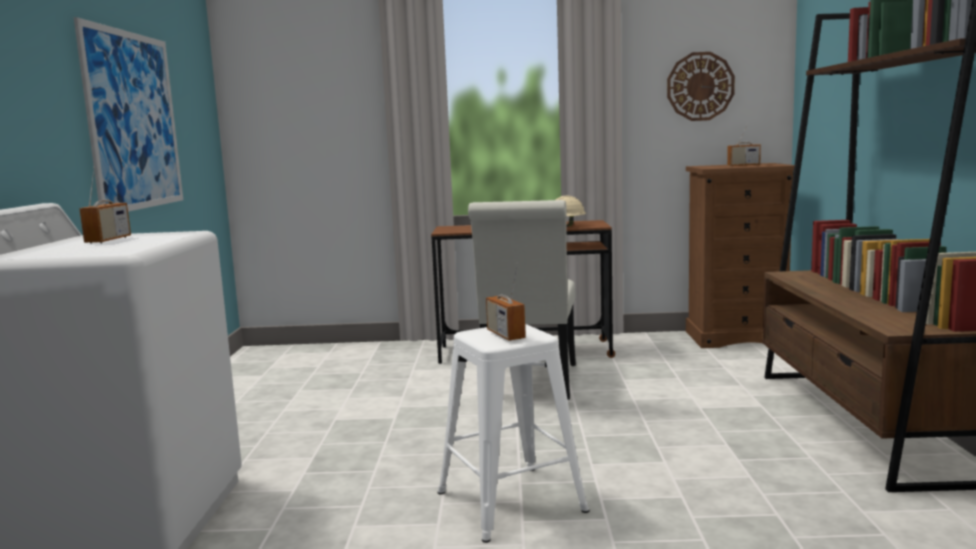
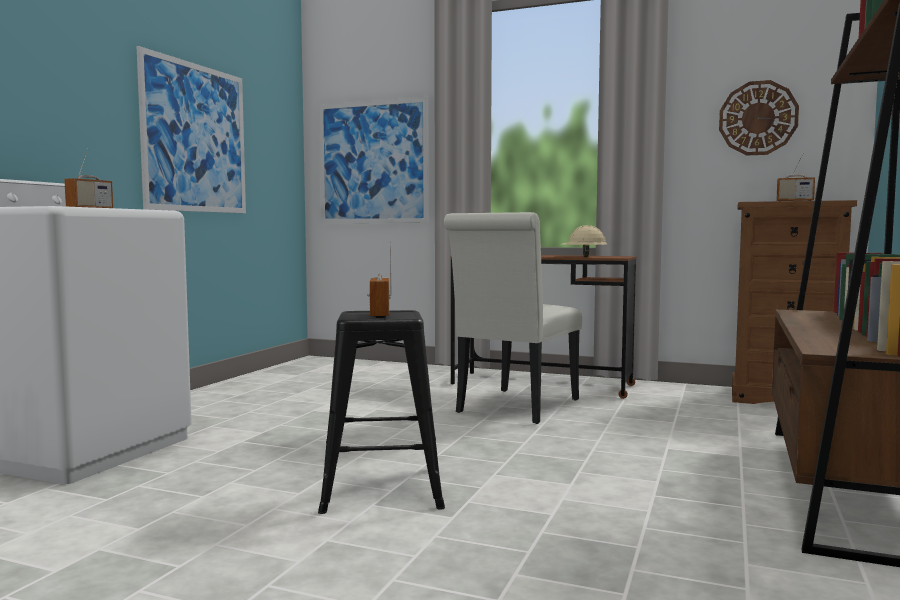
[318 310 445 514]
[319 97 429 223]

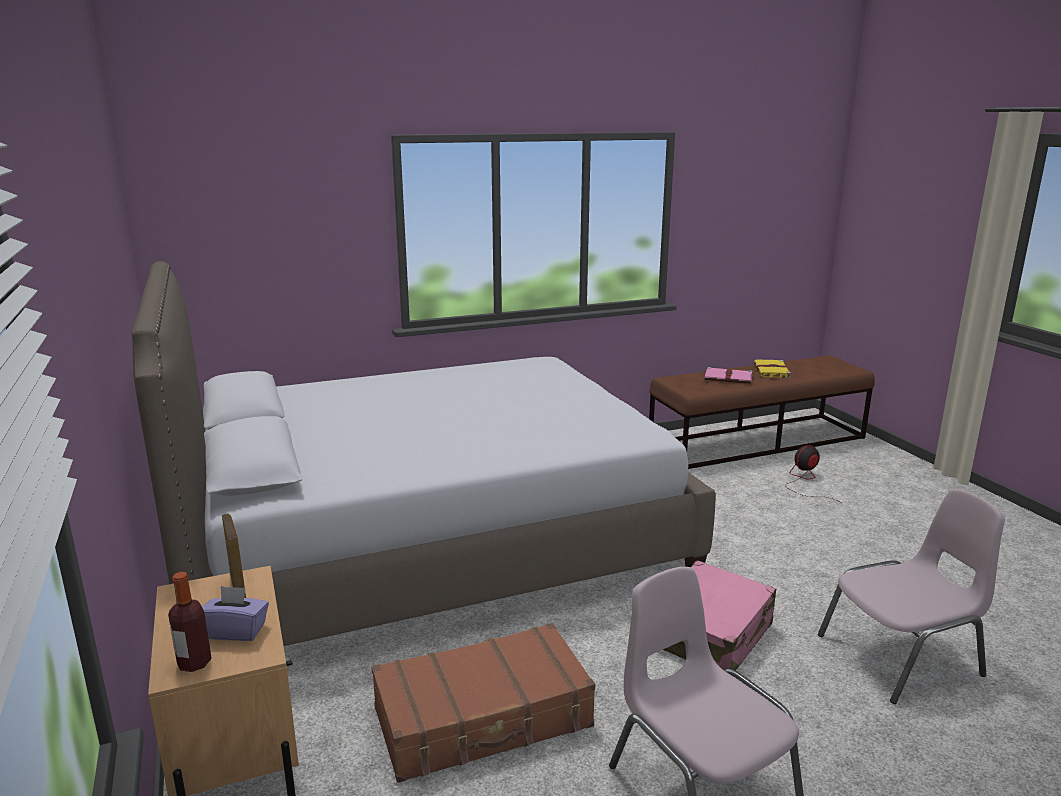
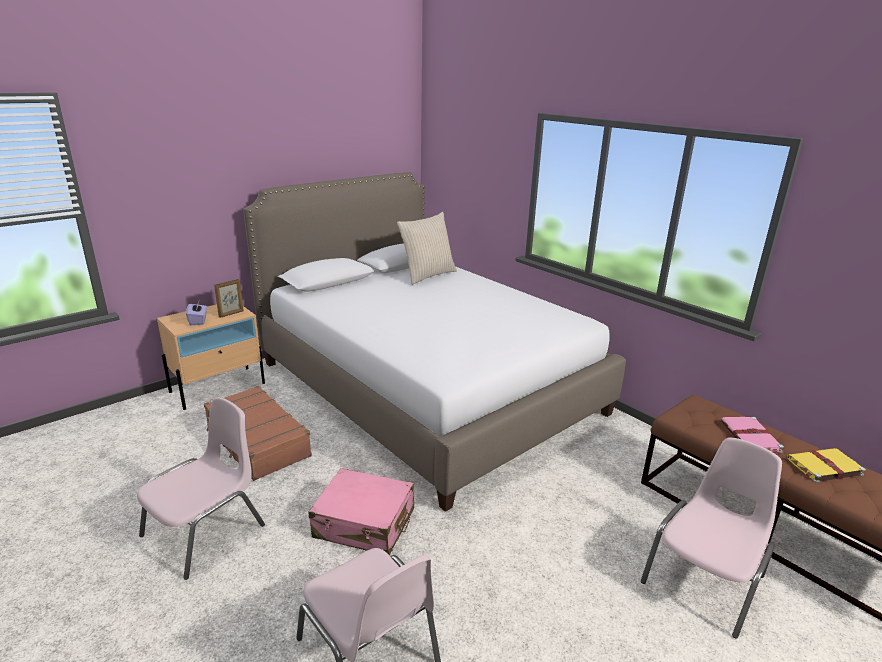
[168 572 212 672] (first image)
[641 437 782 639]
[397 212 457 285]

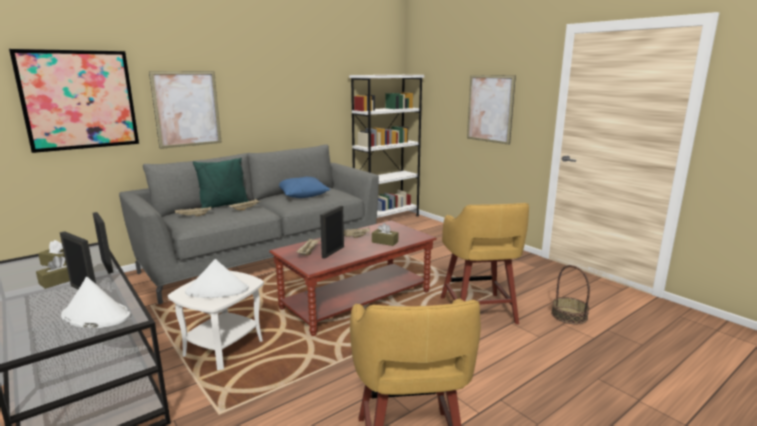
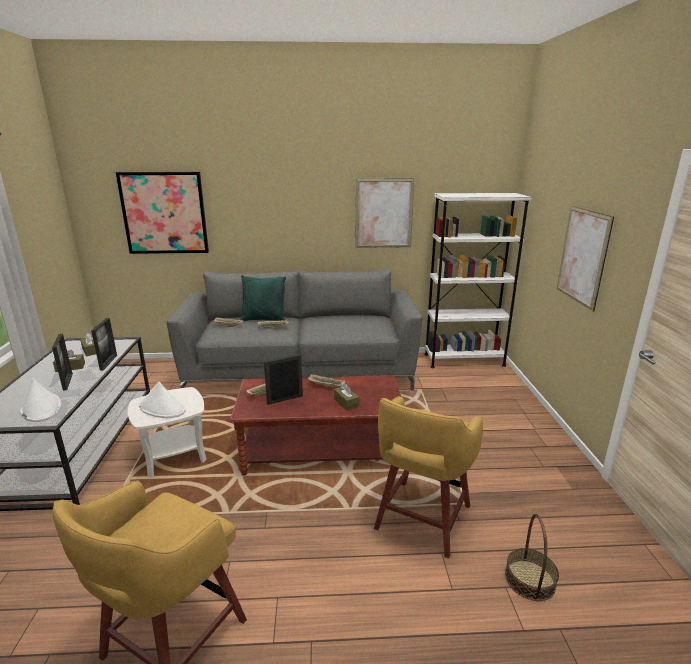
[355 178 415 248]
[279 176 330 198] (first image)

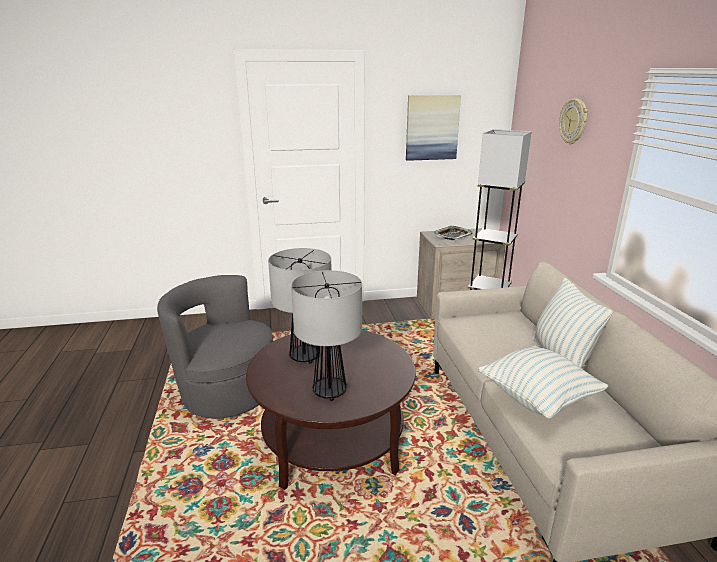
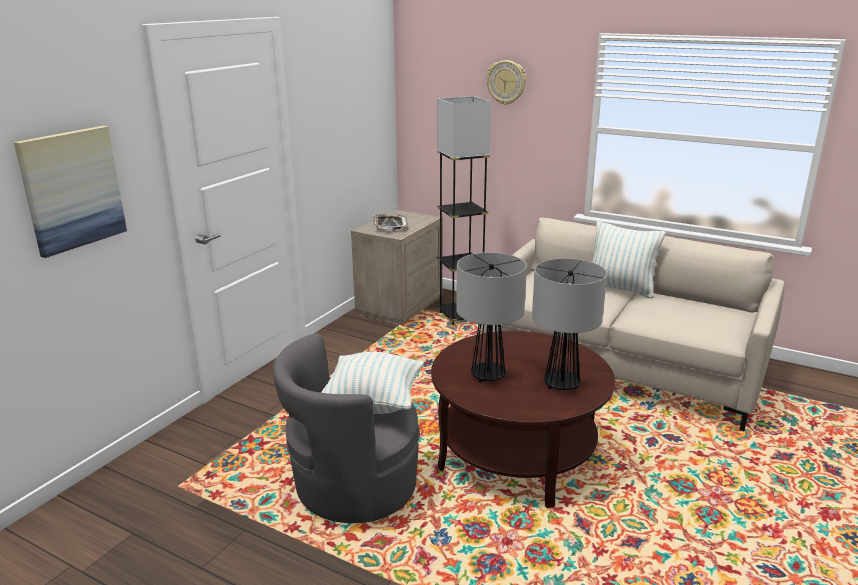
[14 126 127 258]
[321 352 424 414]

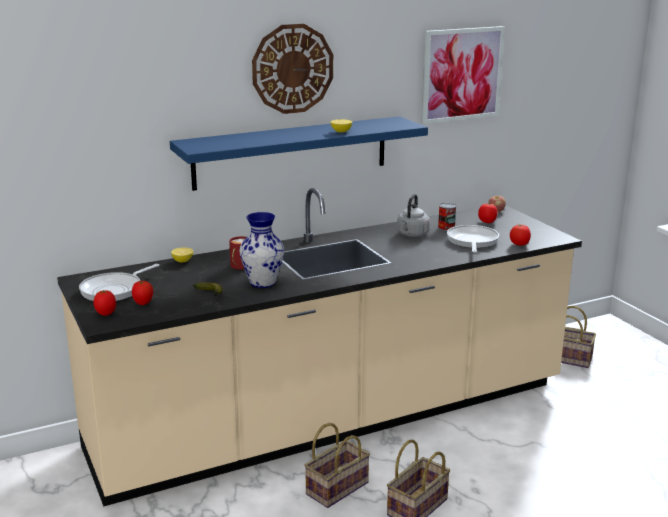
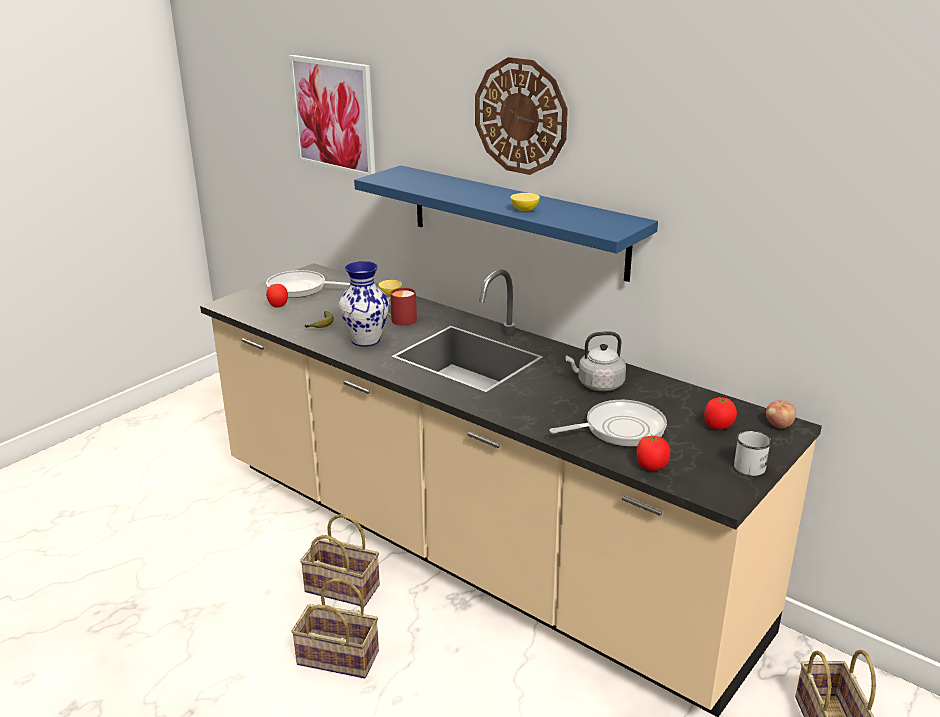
[93 290 116 316] (first image)
[289 55 375 177]
[438 203 456 231] (first image)
[734 431 772 476]

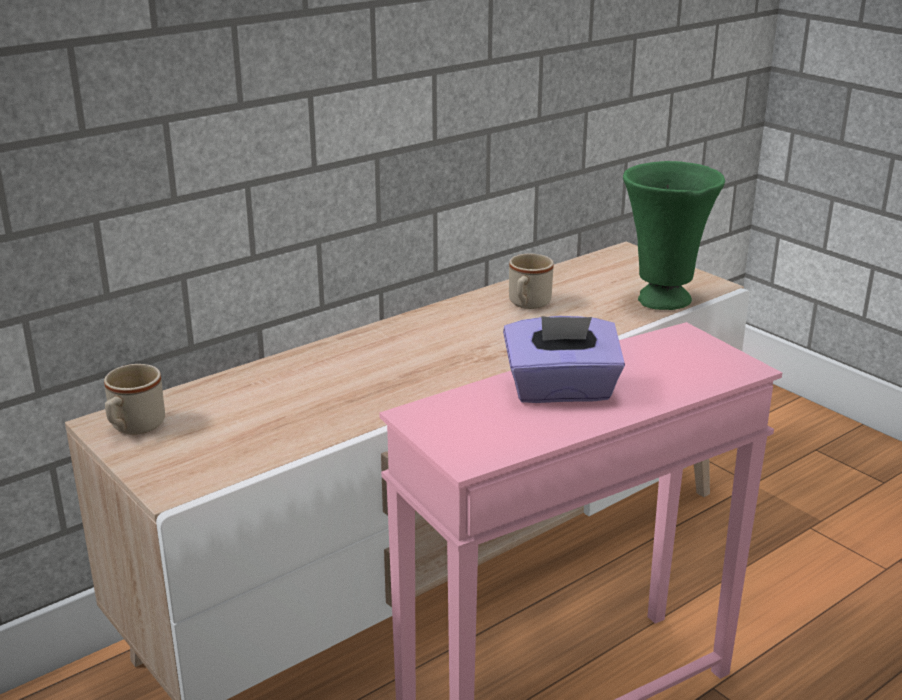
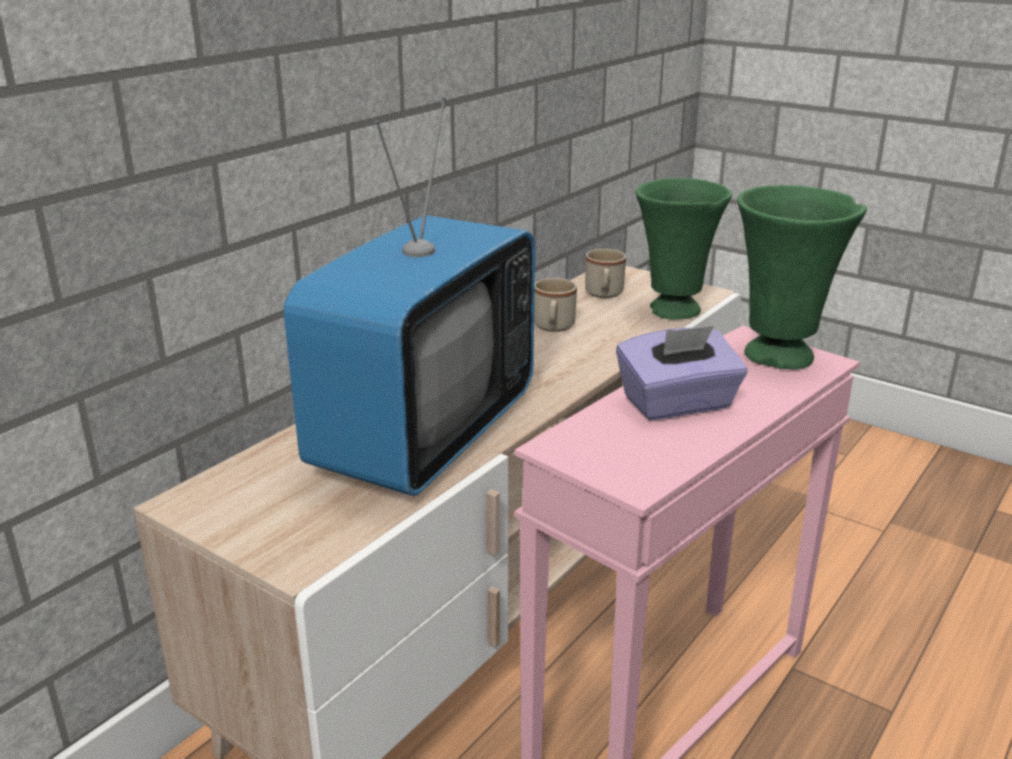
[585 249 626 298]
[283 97 535 496]
[737 185 867 369]

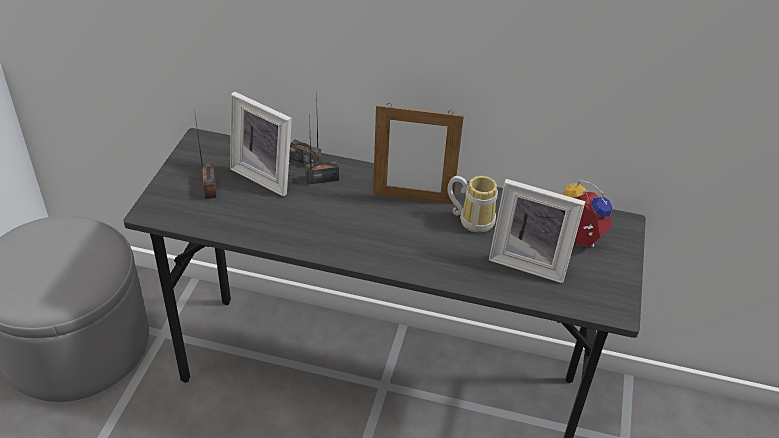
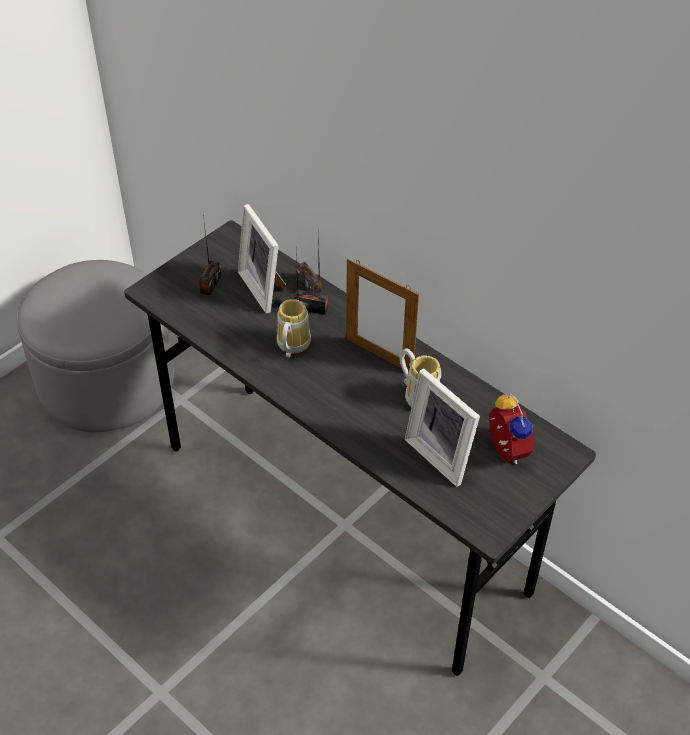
[277 299 311 358]

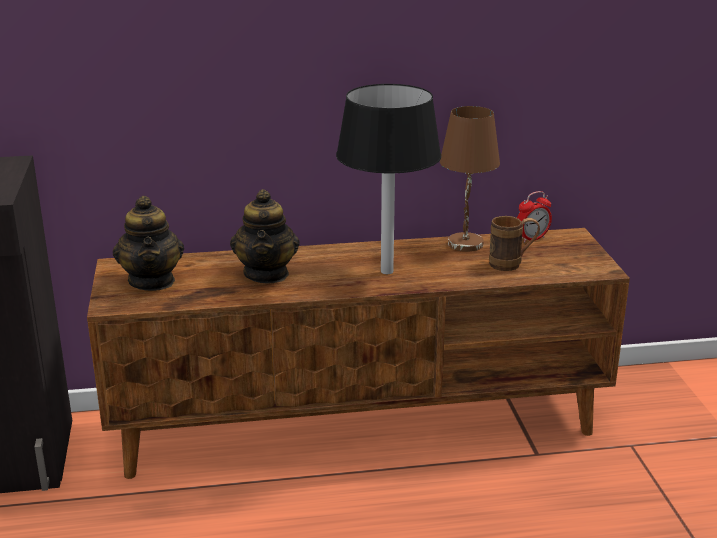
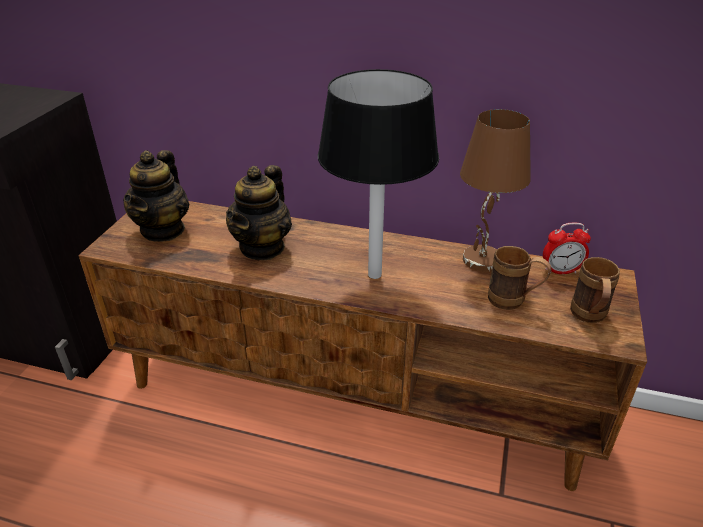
[570 257 620 323]

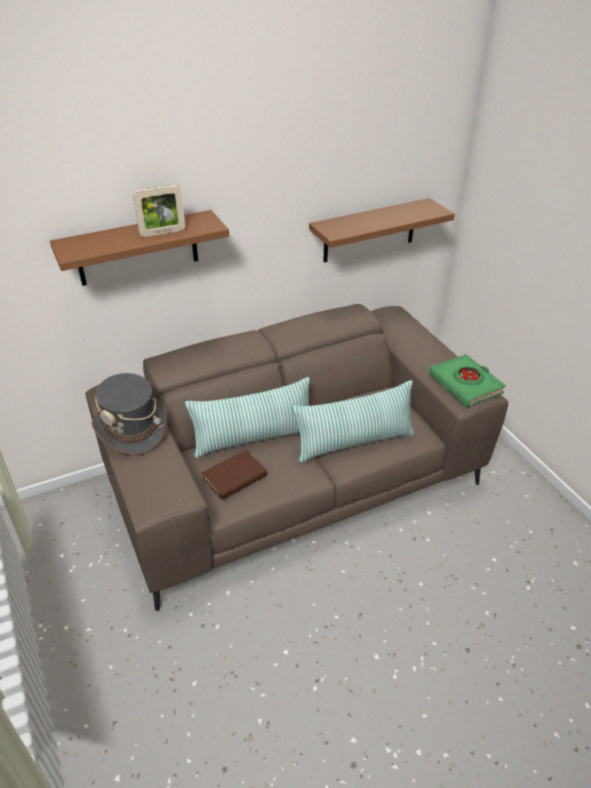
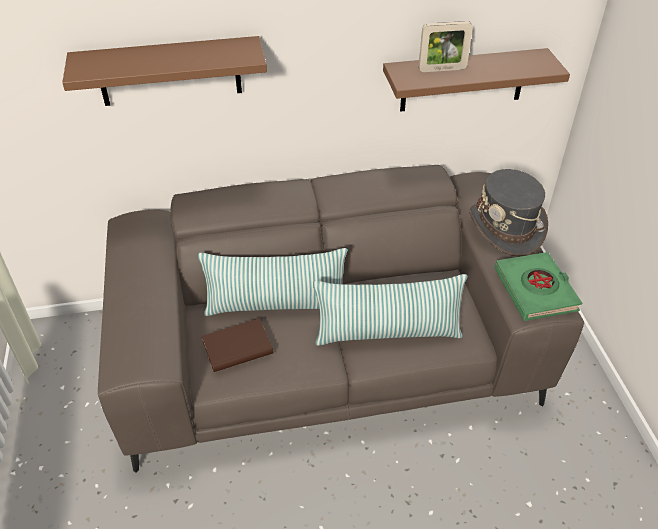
[469 169 548 257]
[419 21 473 72]

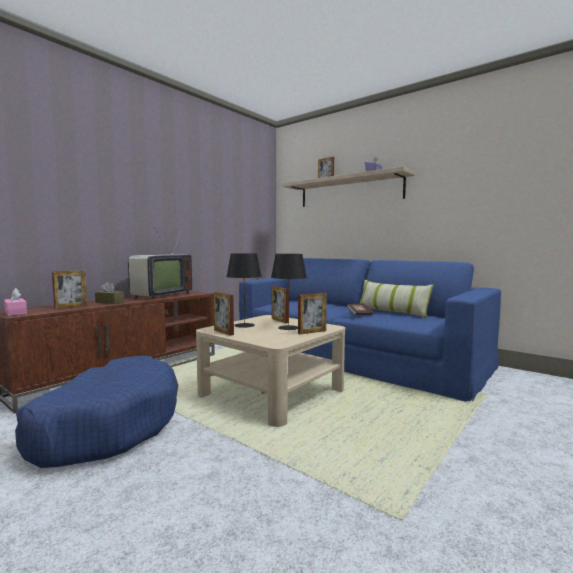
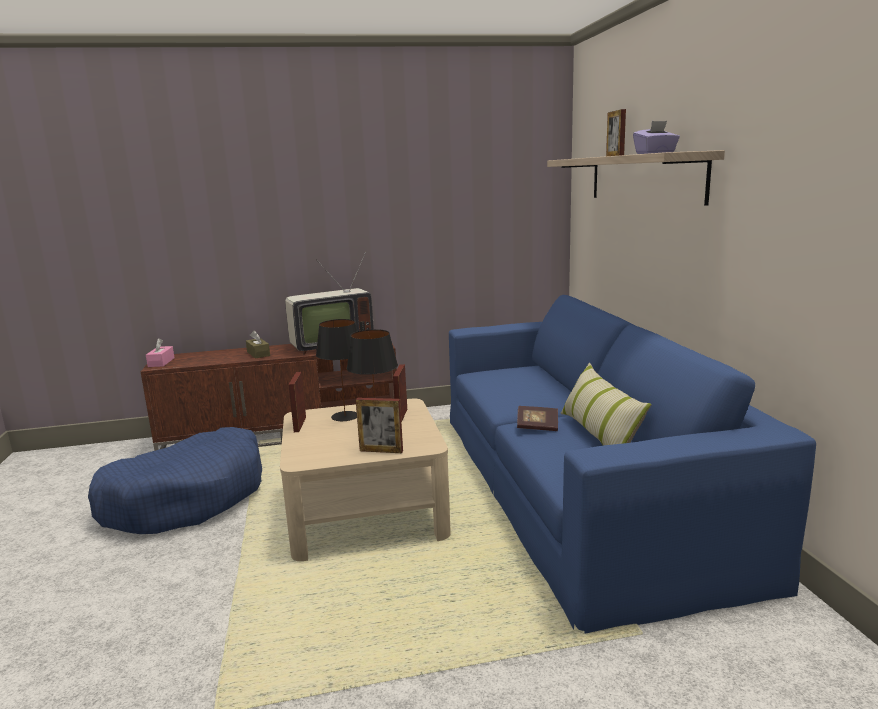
[52 270 87 309] (first image)

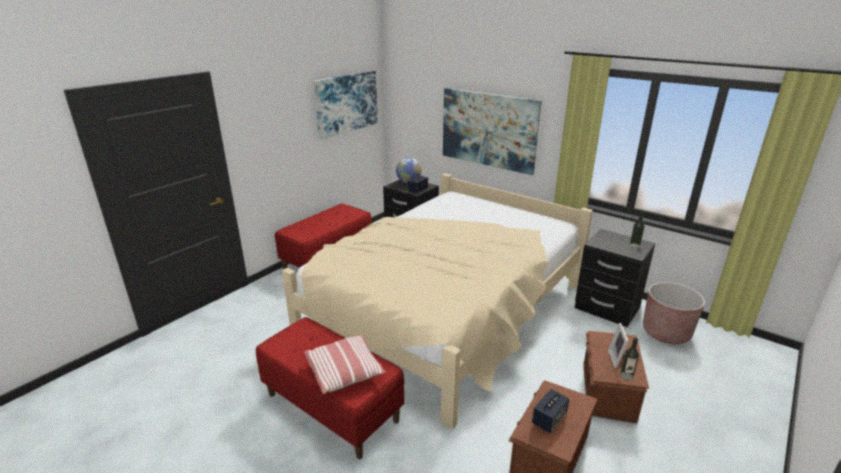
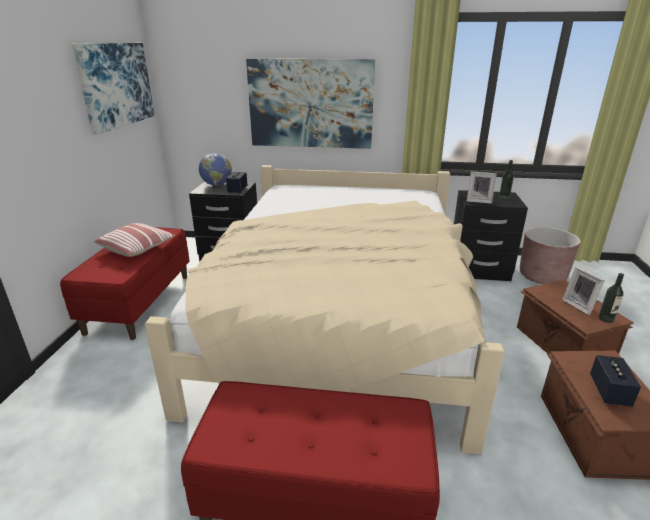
[94 223 176 257]
[467 171 497 204]

